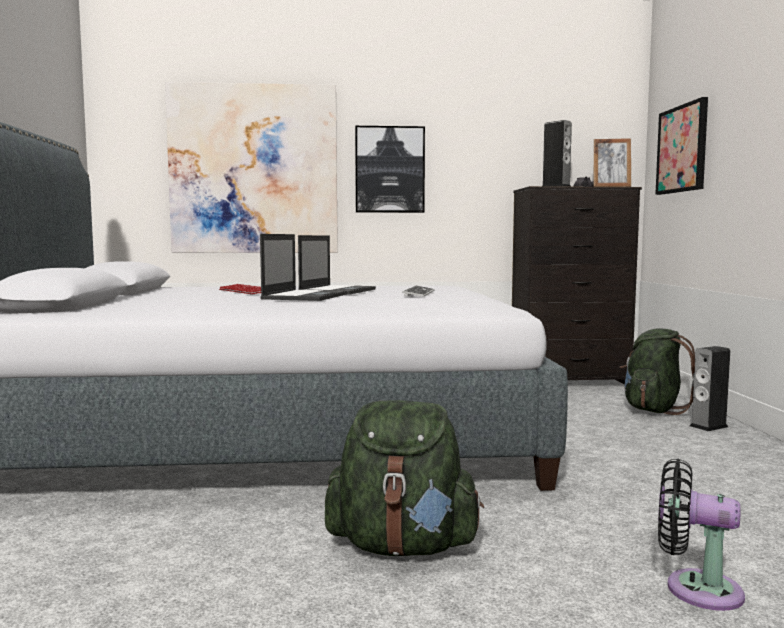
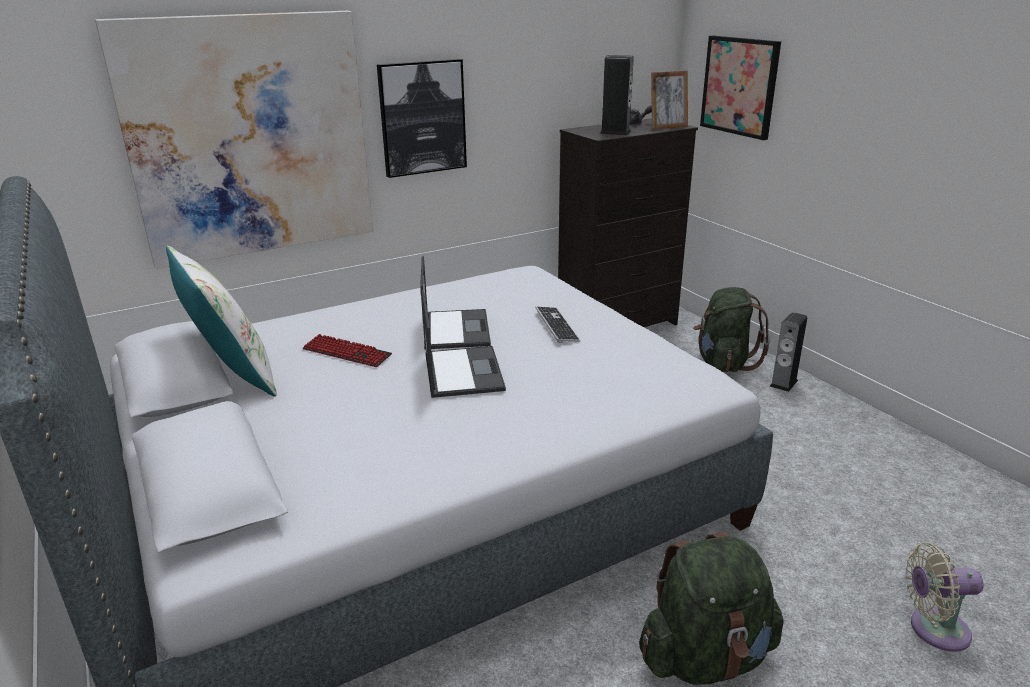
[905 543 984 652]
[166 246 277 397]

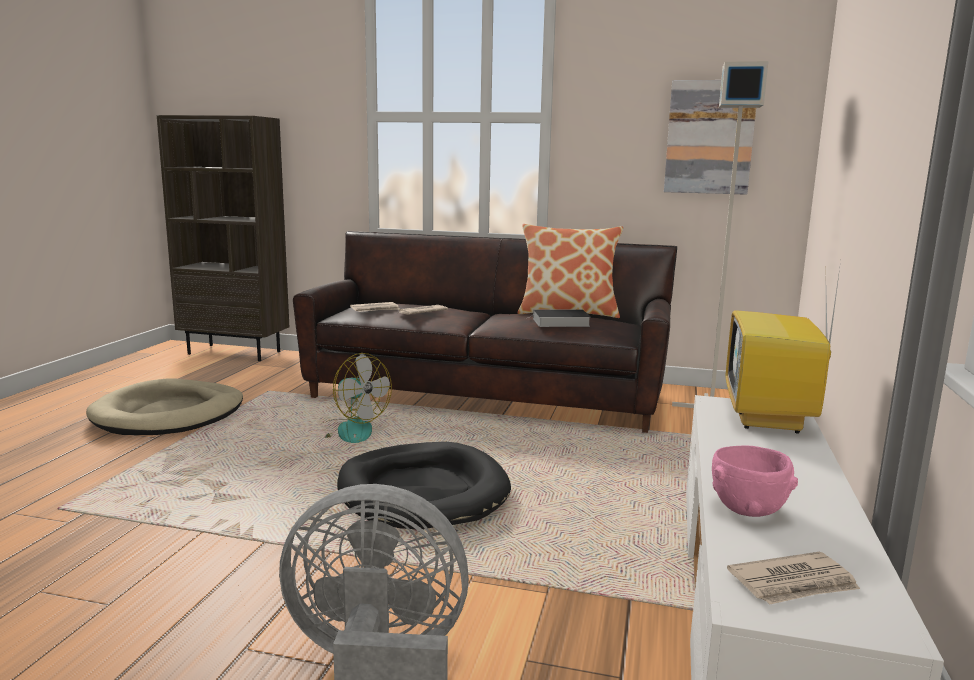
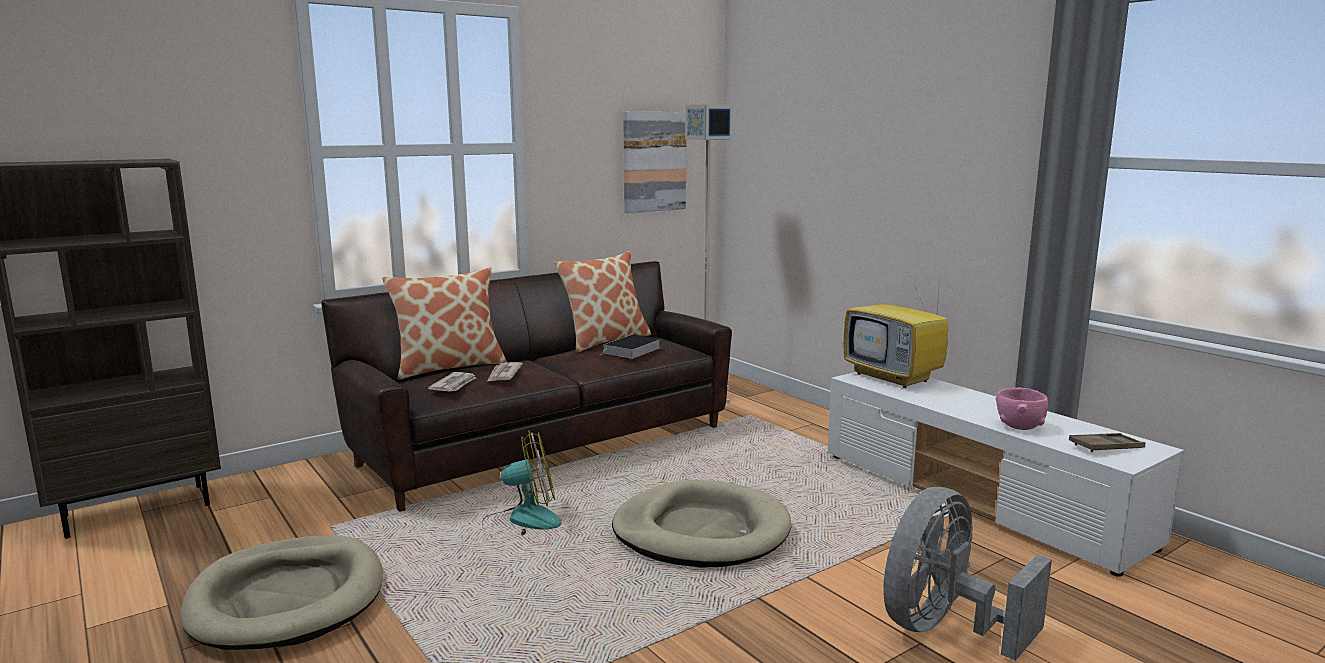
[612 480 792 567]
[1069 433 1146 452]
[382 268 507 380]

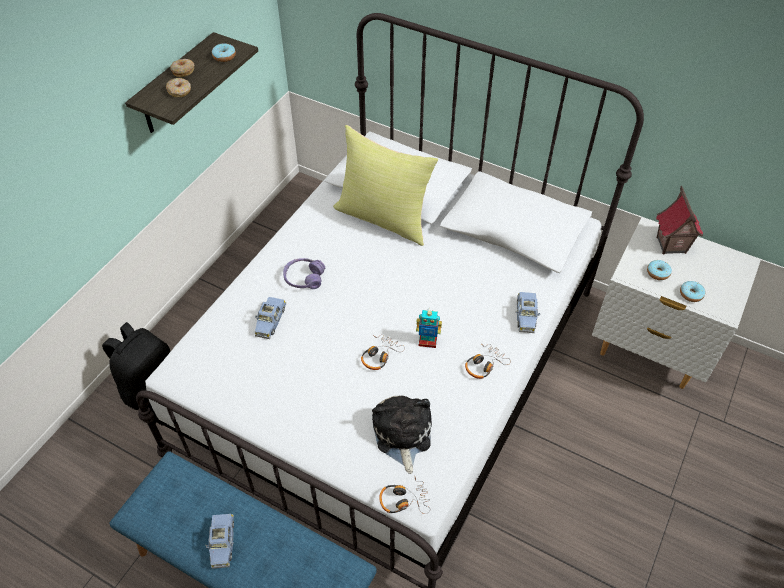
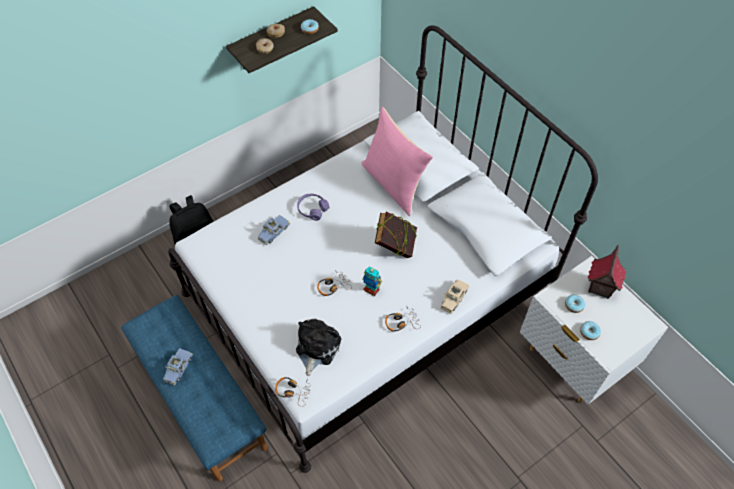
[361 107 433 216]
[441 279 469 314]
[375 211 417 258]

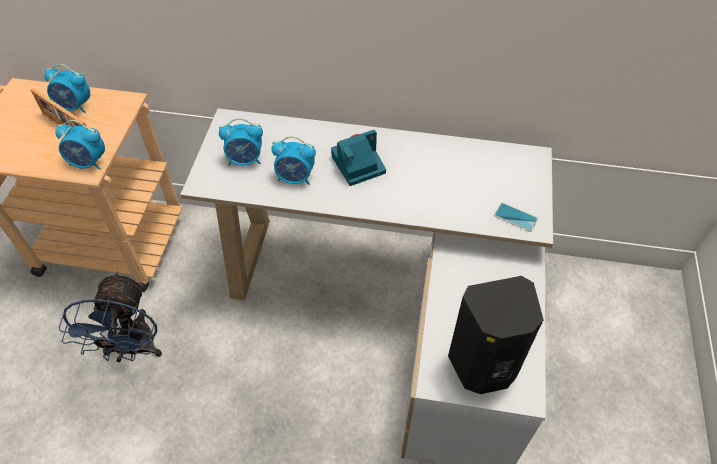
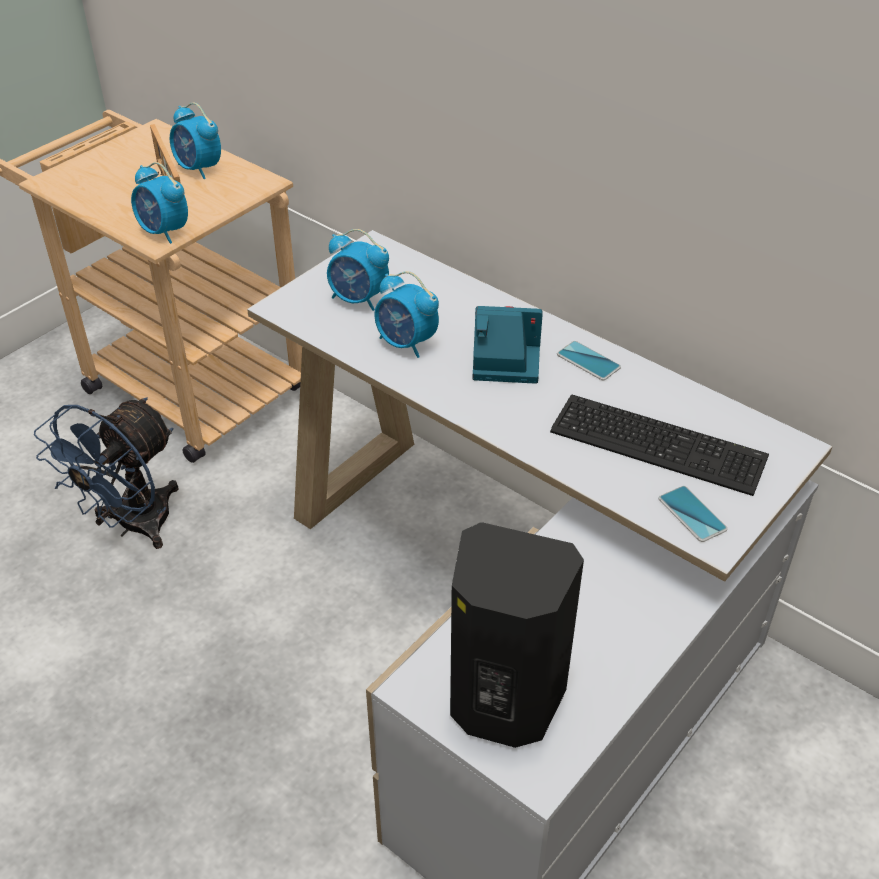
[550 395 769 496]
[557 341 621 380]

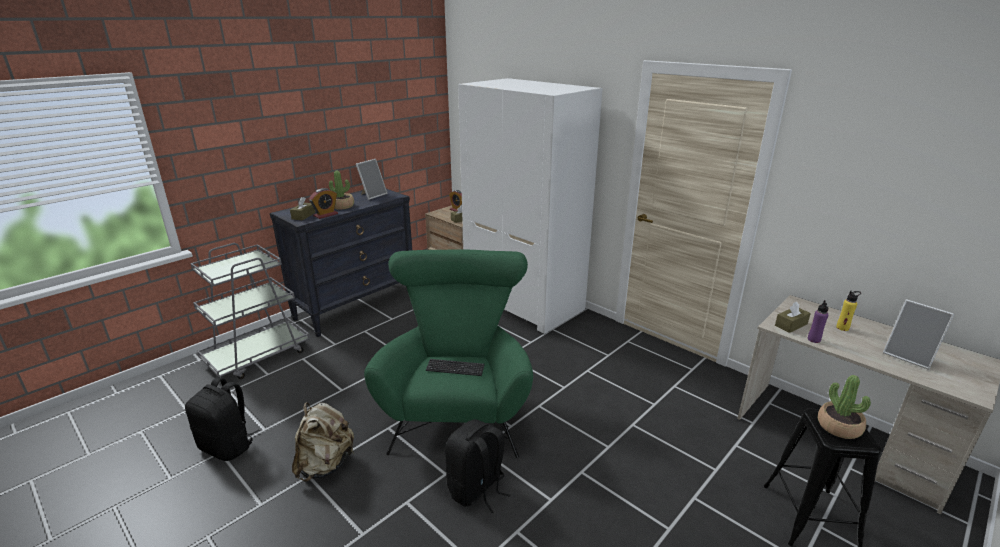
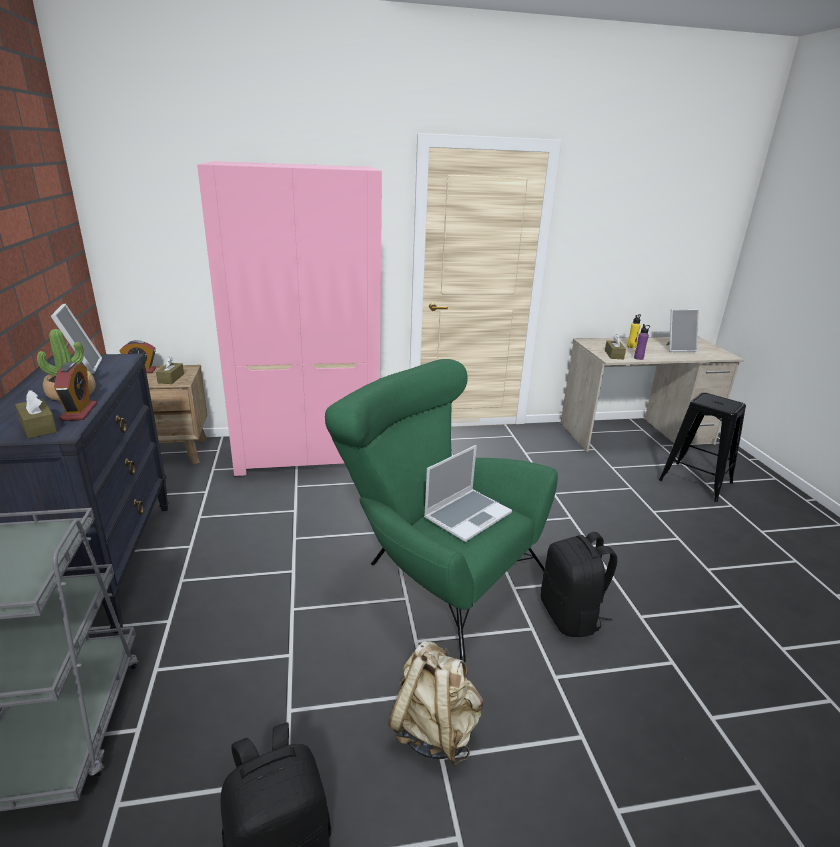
[424 445 512 542]
[197 161 382 477]
[818 375 871 439] (first image)

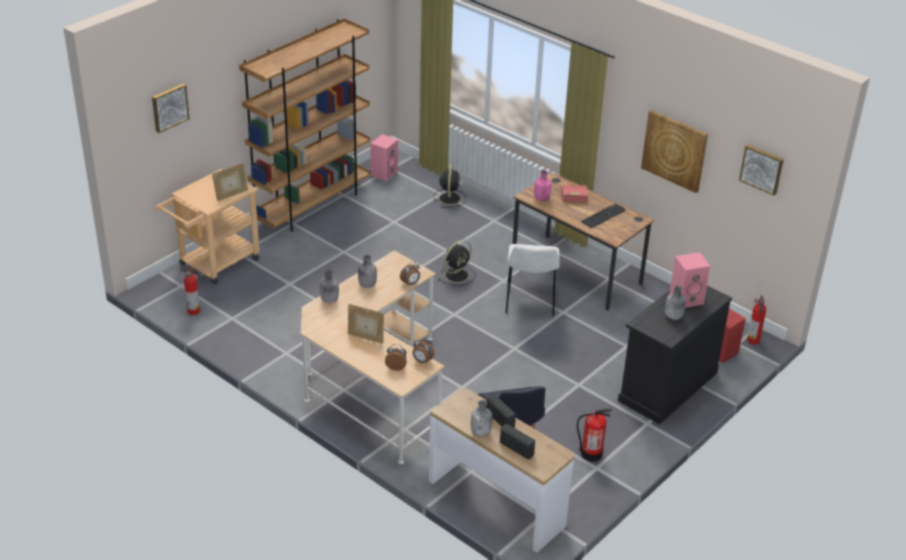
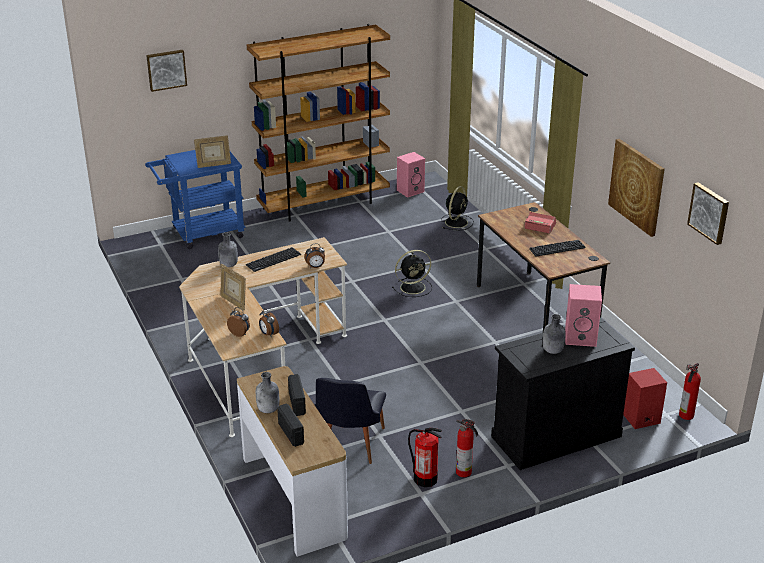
[145 150 246 249]
[456 419 478 478]
[246 247 301 272]
[506 244 560 316] (first image)
[534 170 551 201] (first image)

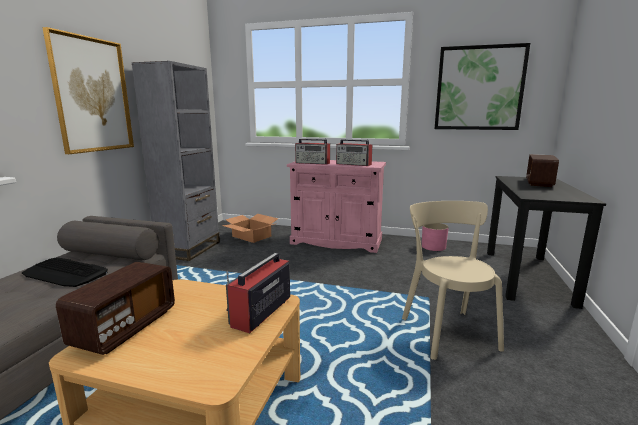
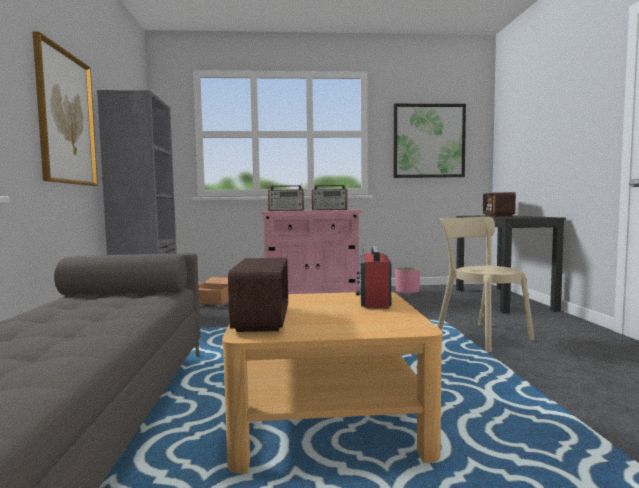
[22 257 108 287] (first image)

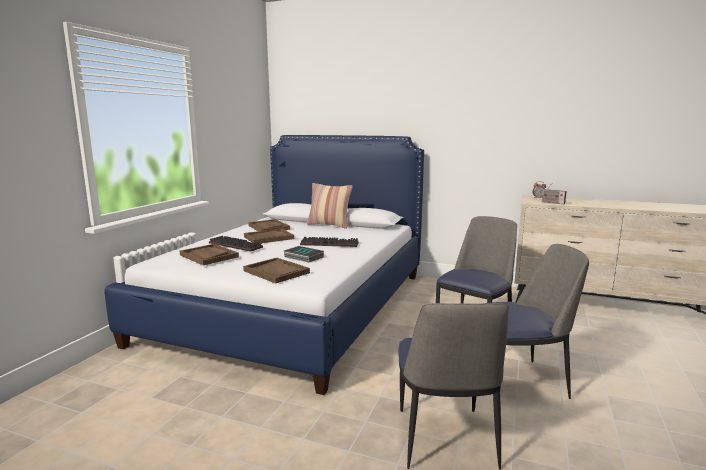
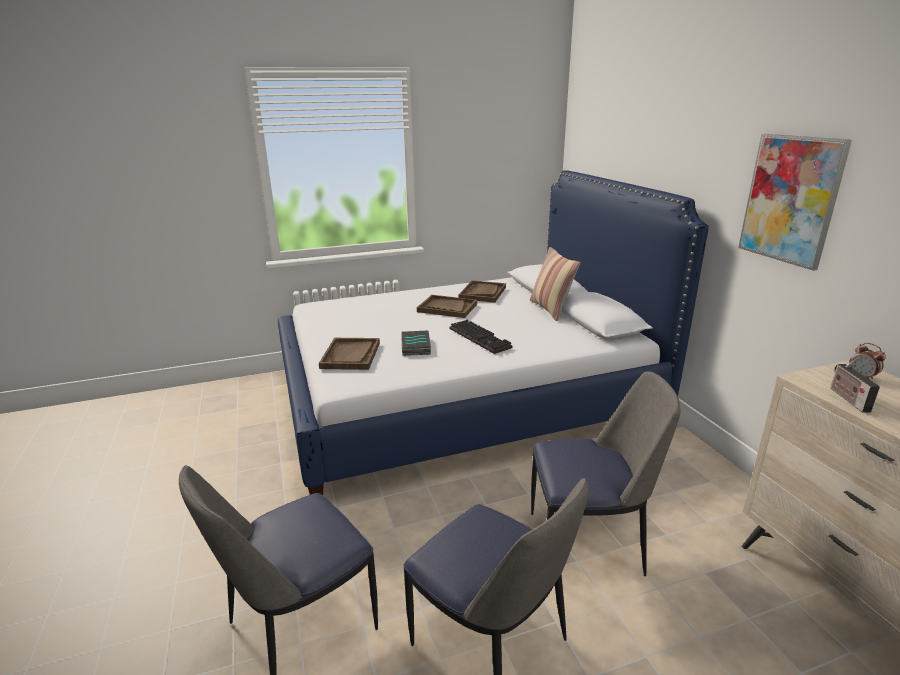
[180 244 239 266] (first image)
[209 236 263 252] (first image)
[738 134 852 271]

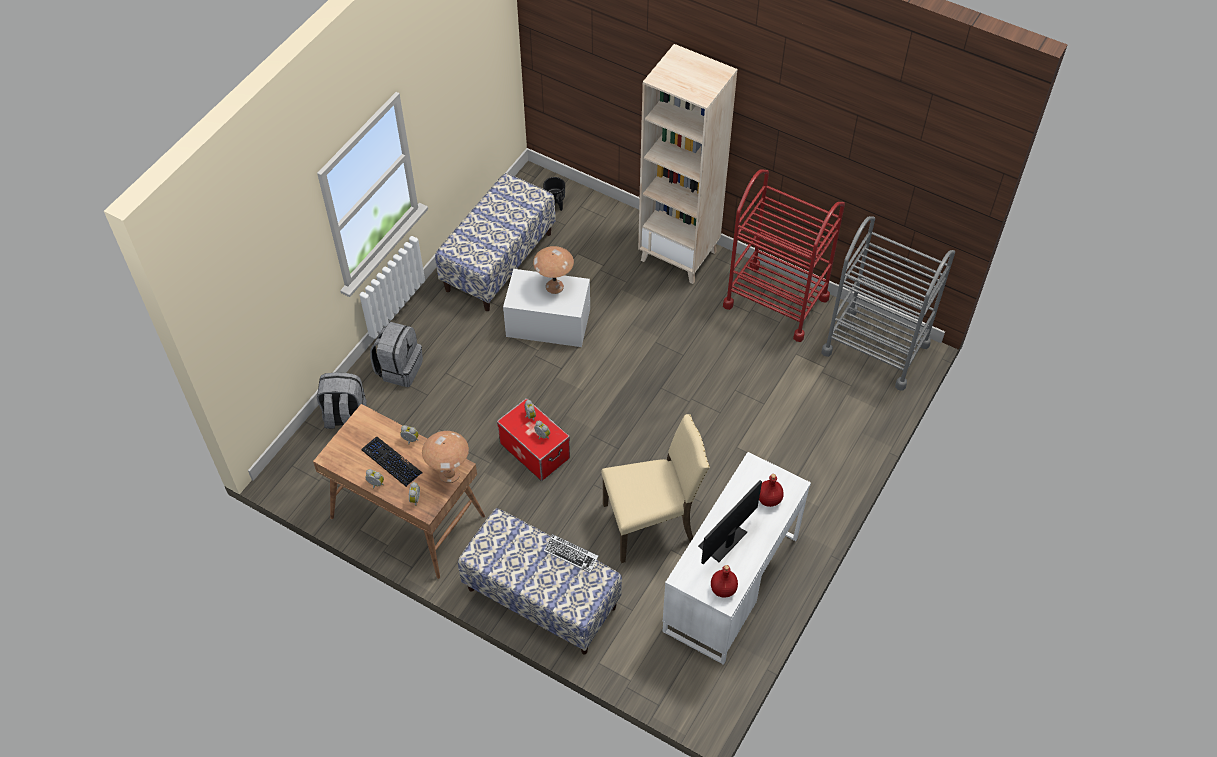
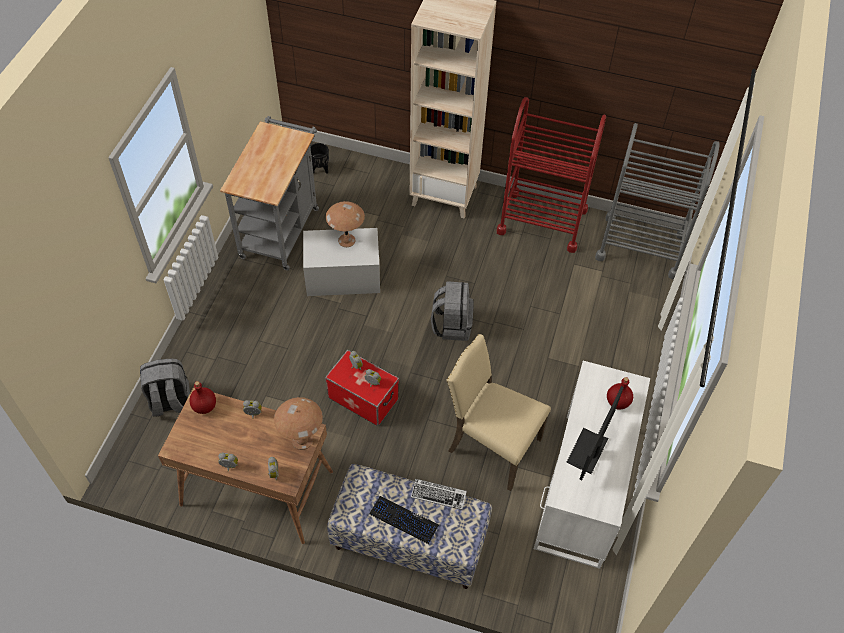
[370 496 439 544]
[431 281 474 341]
[220 116 319 270]
[446 334 551 491]
[189 381 216 414]

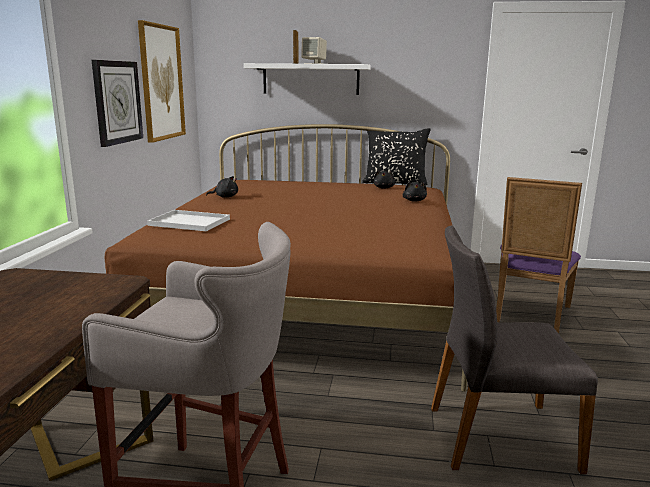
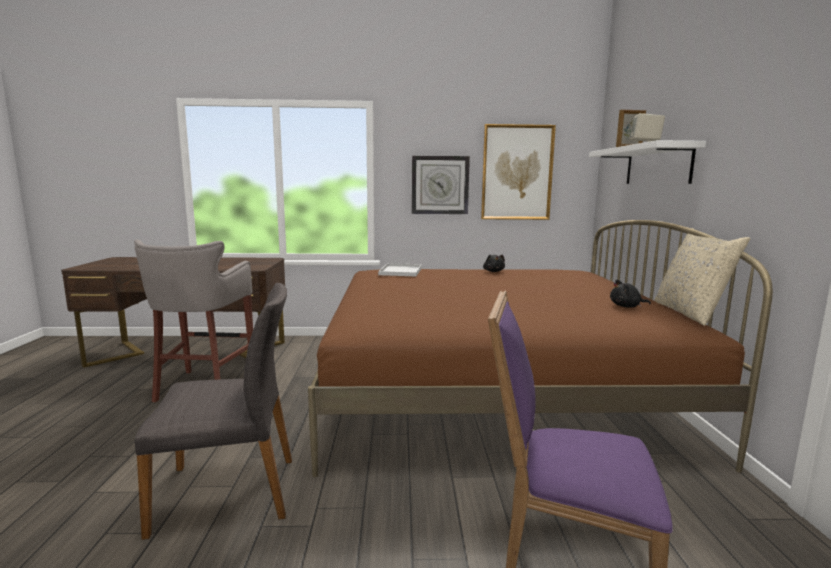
[655 228 750 326]
[403 181 427 202] (first image)
[135 283 292 540]

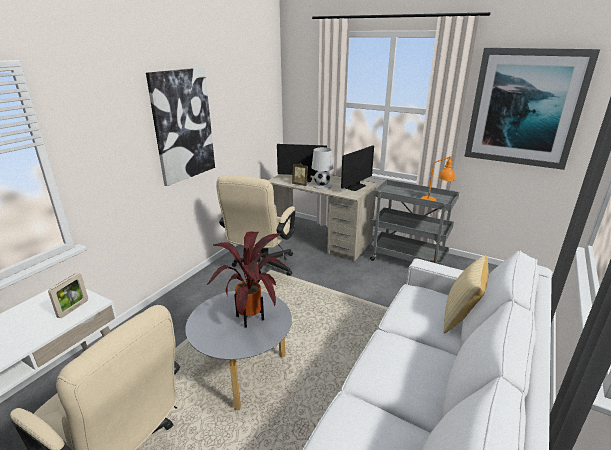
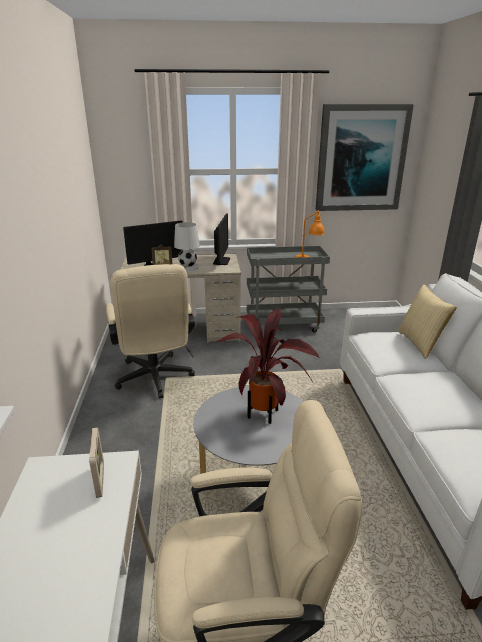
[146 67 215 186] (first image)

